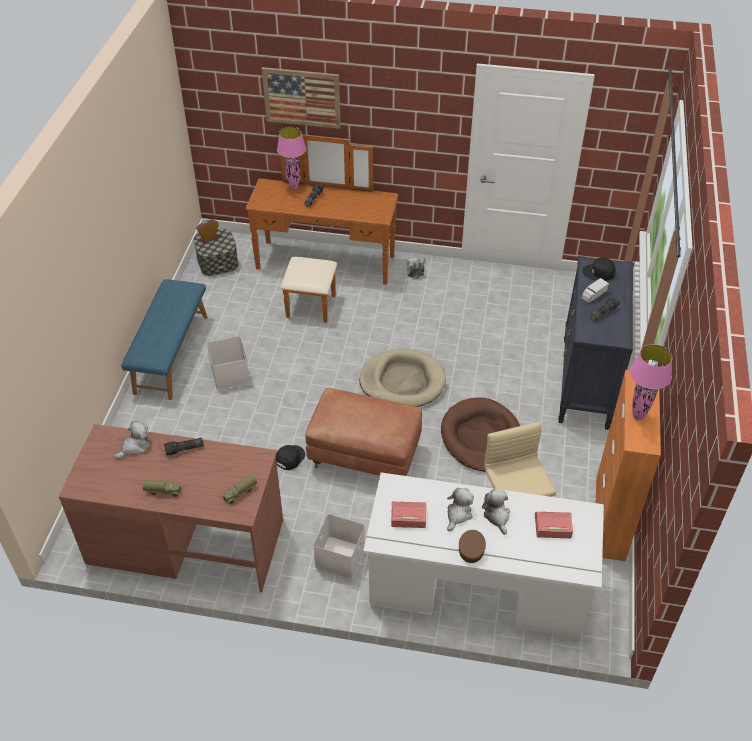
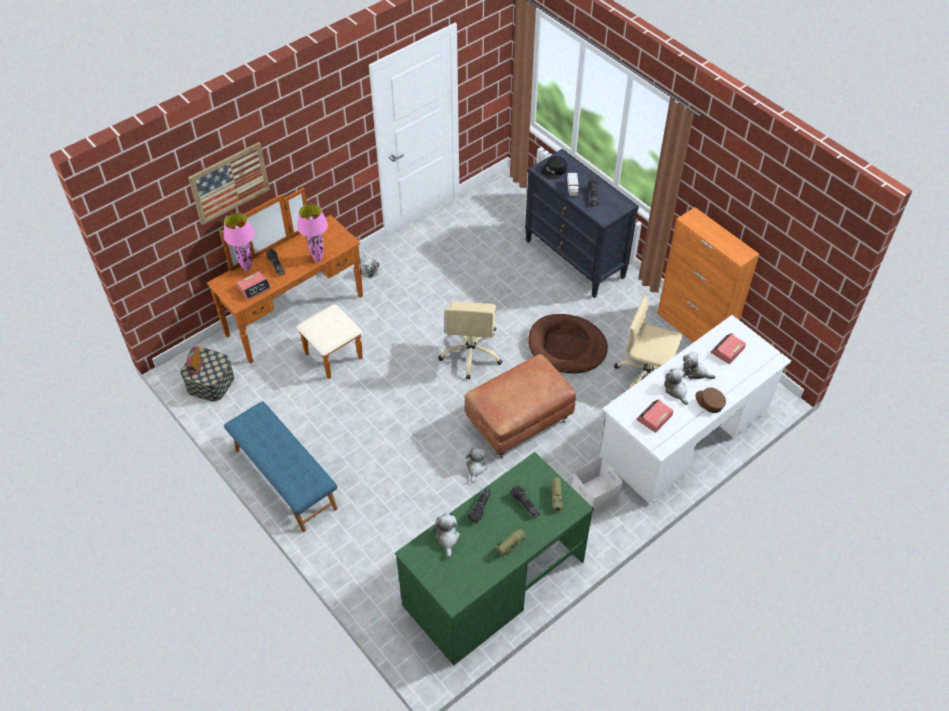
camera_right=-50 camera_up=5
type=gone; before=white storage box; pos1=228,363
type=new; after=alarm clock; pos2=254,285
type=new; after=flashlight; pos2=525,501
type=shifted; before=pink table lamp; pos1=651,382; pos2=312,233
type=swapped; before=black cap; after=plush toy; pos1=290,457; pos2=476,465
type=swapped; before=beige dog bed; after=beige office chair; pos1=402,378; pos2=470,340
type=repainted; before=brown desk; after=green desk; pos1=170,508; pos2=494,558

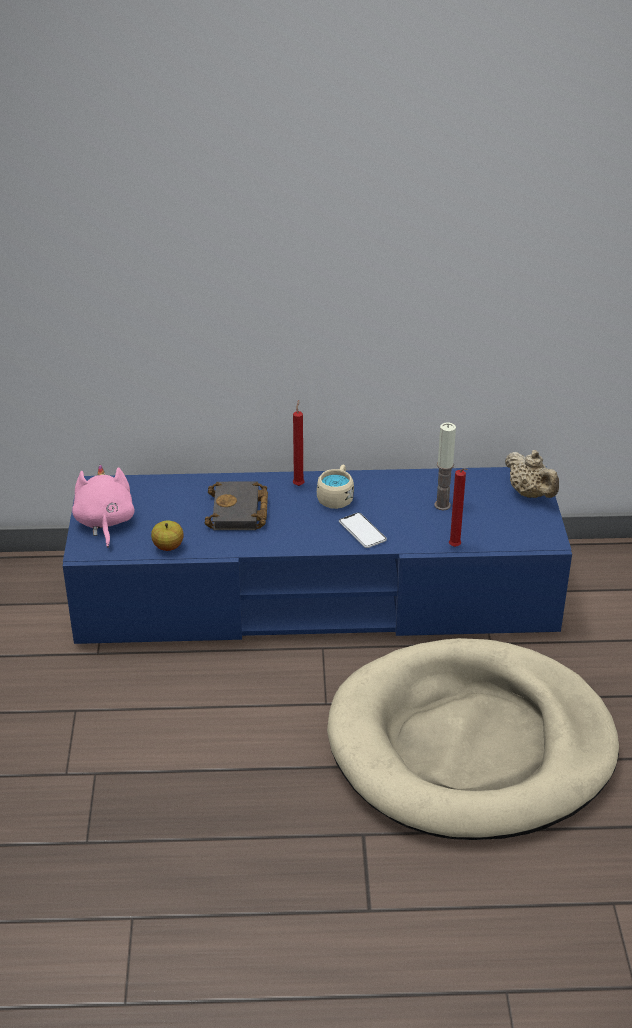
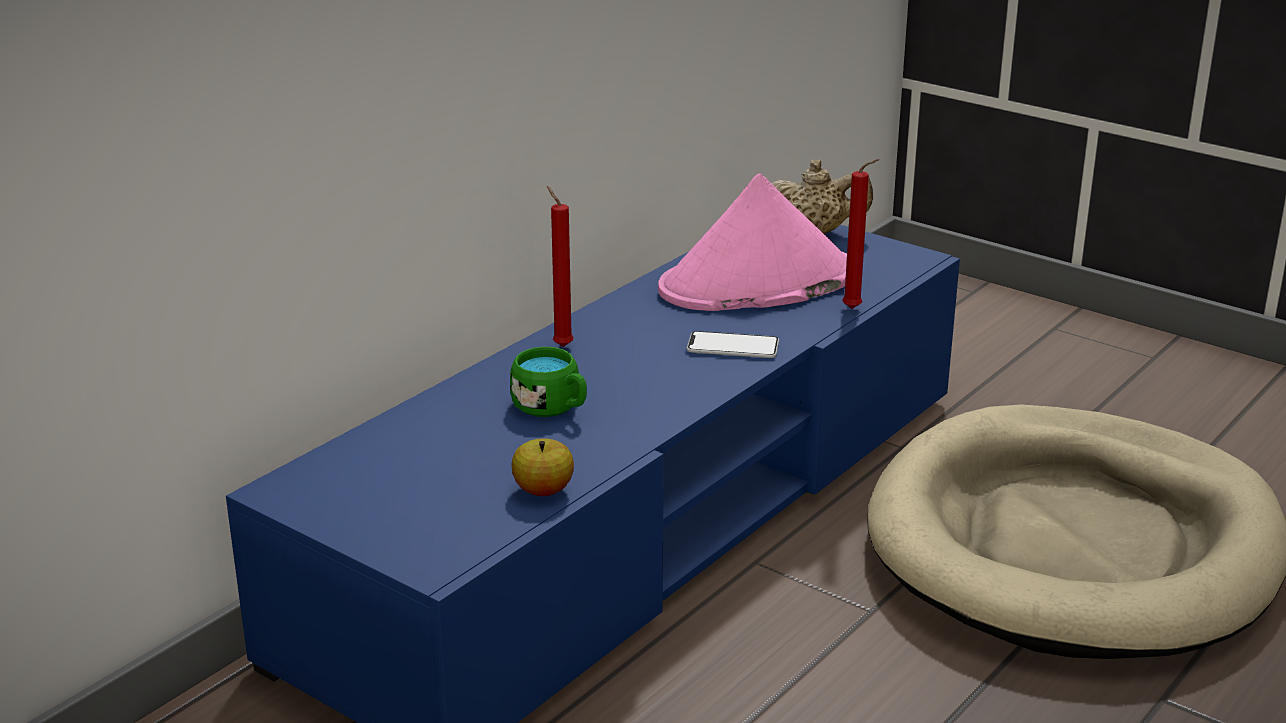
camera_right=-50 camera_up=-10
type=gone; before=pink plush toy; pos1=103,506
type=gone; before=beige mug; pos1=335,487
type=swapped; before=black book; after=green mug; pos1=236,506; pos2=548,382
type=swapped; before=candle; after=pink hat; pos1=445,466; pos2=752,242

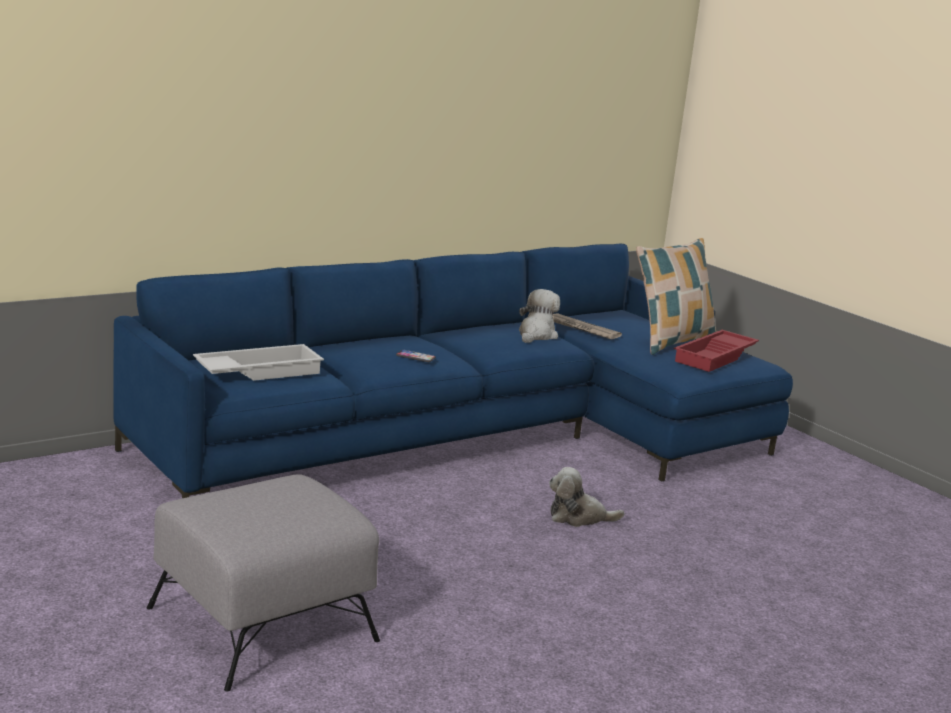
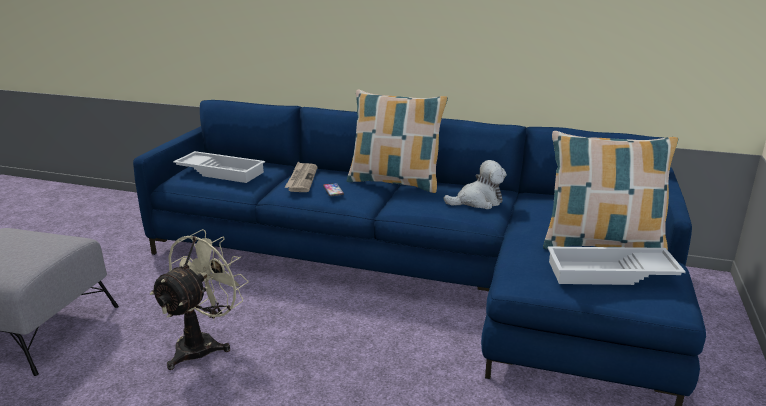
camera_right=55 camera_up=5
type=gone; before=plush toy; pos1=587,497
type=new; after=beige fan; pos2=199,299
type=new; after=pillow; pos2=397,141
type=shifted; before=newspaper; pos1=587,326; pos2=301,177
type=repainted; before=red tray; after=white tray; pos1=716,351; pos2=617,265

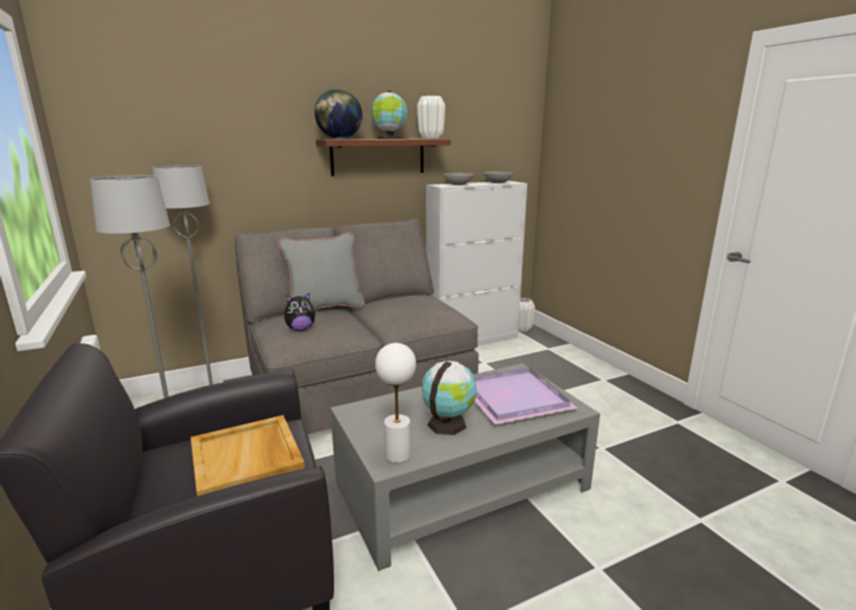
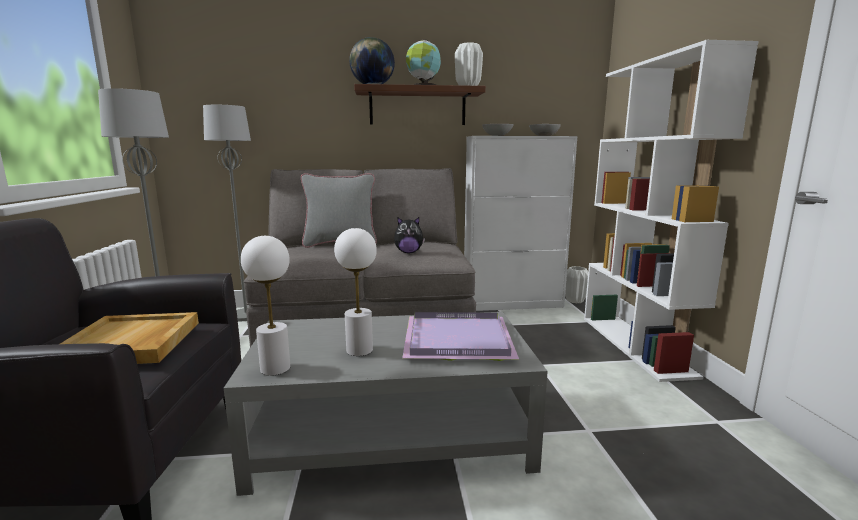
camera_right=20 camera_up=-5
type=new; after=white bookcase; pos2=671,211
type=shifted; before=plush toy; pos1=300,312; pos2=409,235
type=swapped; before=globe; after=white table lamp; pos1=449,398; pos2=355,292

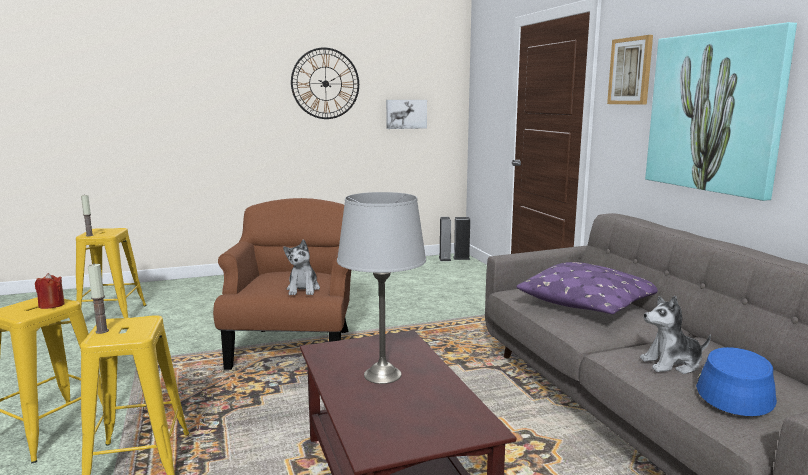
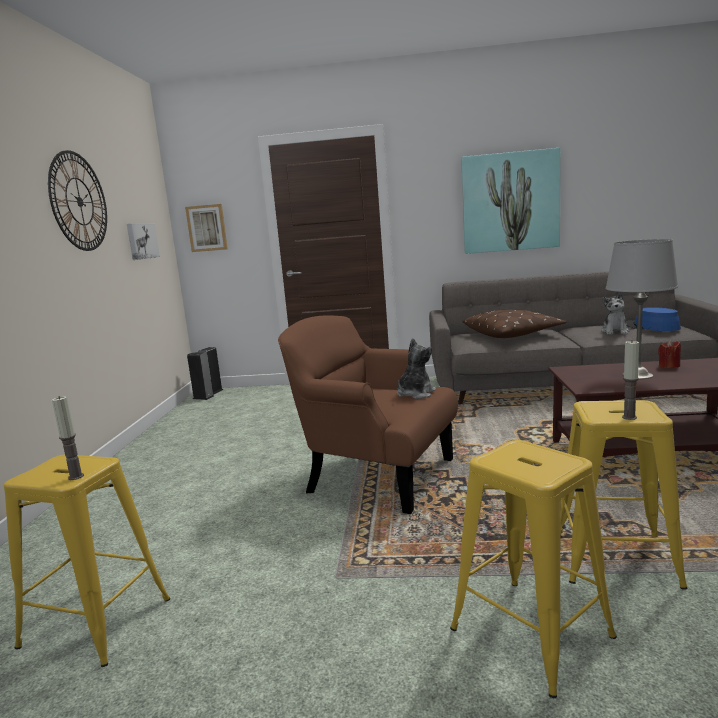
camera_right=-65 camera_up=0
type=shifted; before=red candle; pos1=50,291; pos2=669,354
type=shifted; before=picture; pos1=630,70; pos2=206,228
type=repainted; before=purple pillow; after=brown pillow; pos1=587,288; pos2=514,323
type=rotated; before=plush toy; pos1=301,267; pos2=416,368; turn=-75

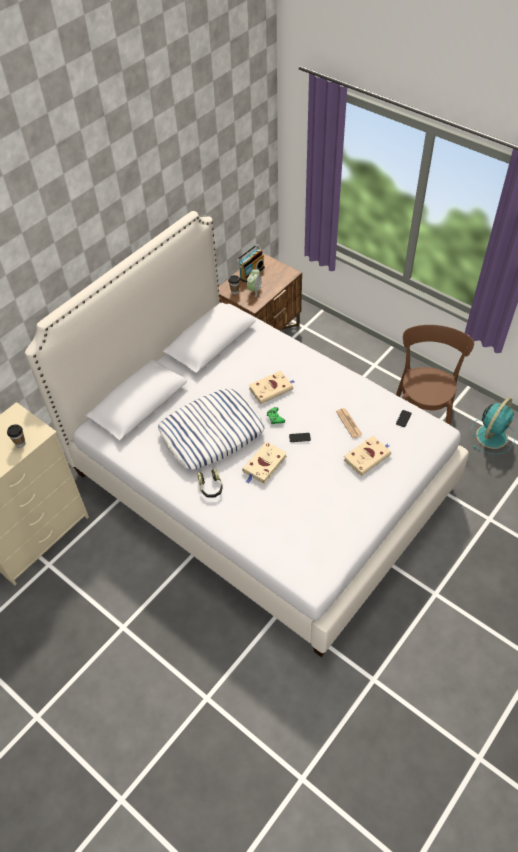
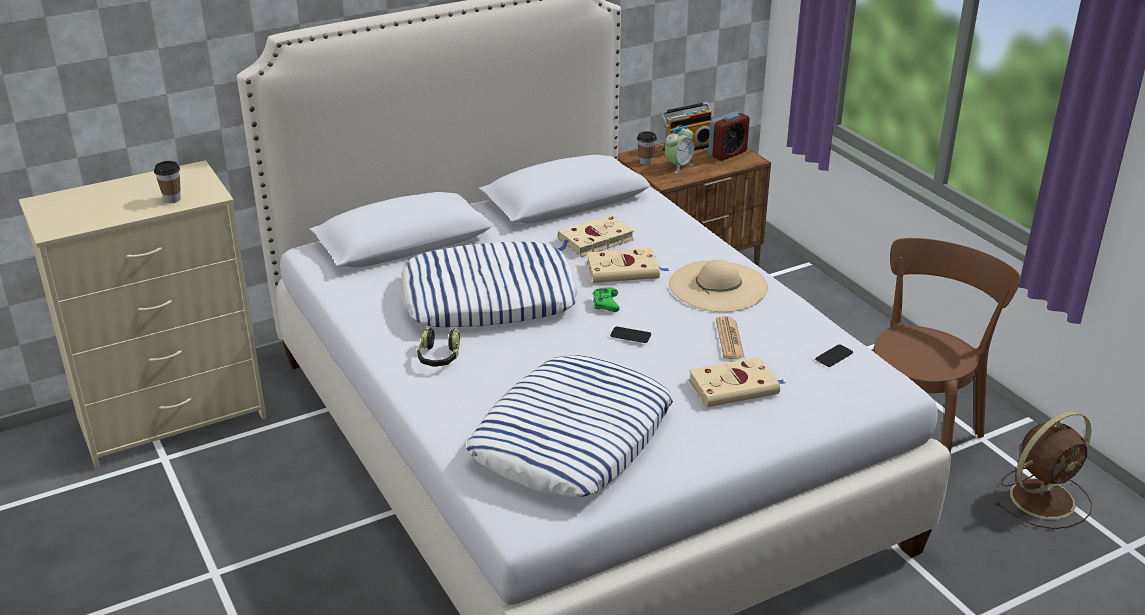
camera_right=20 camera_up=-20
type=new; after=pillow; pos2=569,426
type=new; after=beige hat; pos2=718,285
type=new; after=alarm clock; pos2=729,136
type=shifted; before=beige book; pos1=264,463; pos2=596,236
type=repainted; before=turquoise fan; after=brown fan; pos1=493,426; pos2=1043,470

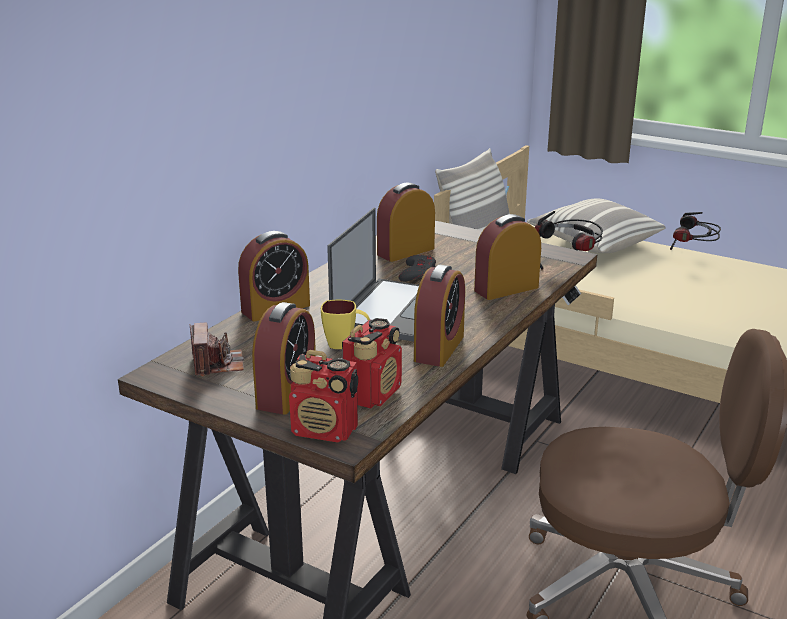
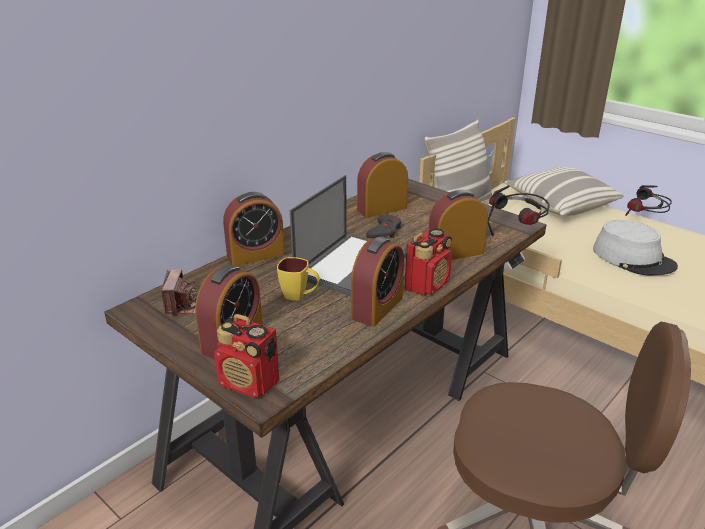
camera_right=10 camera_up=5
type=new; after=grey hat; pos2=635,247
type=shifted; before=radio; pos1=372,363; pos2=428,262

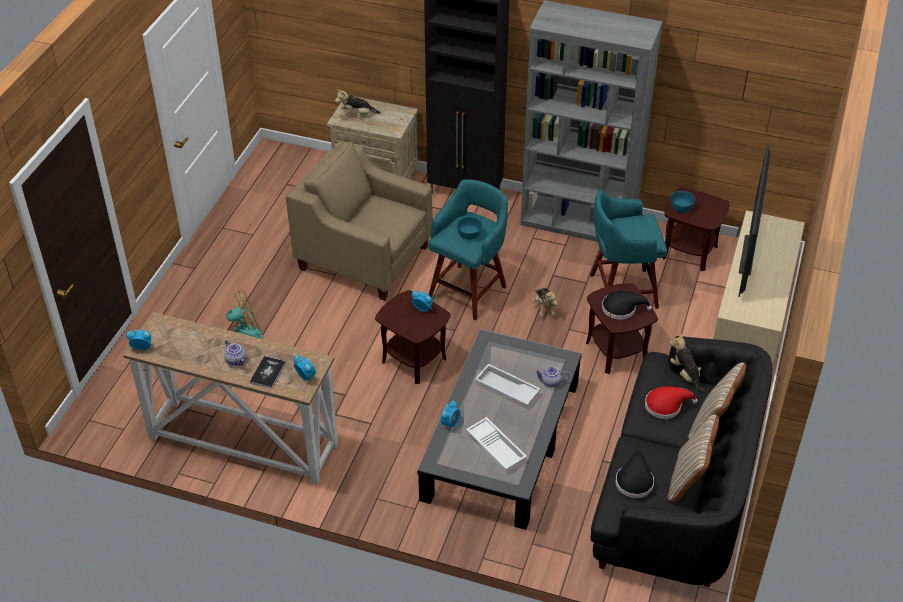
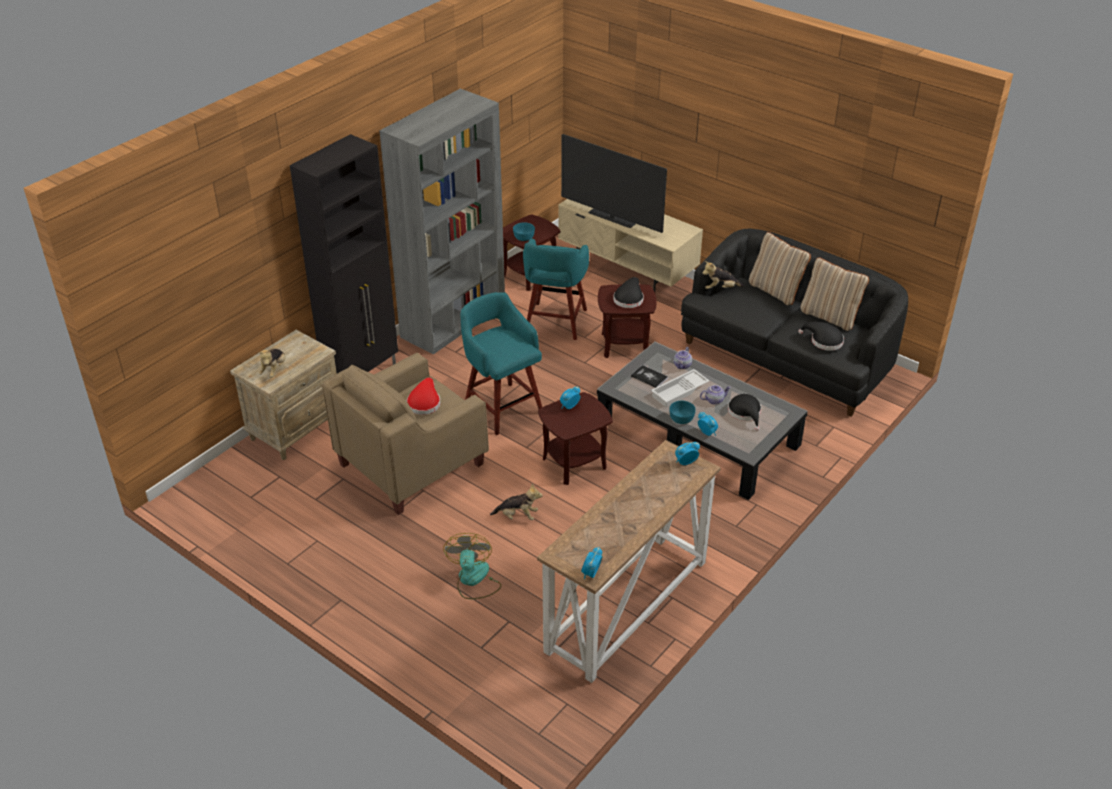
camera_right=-70 camera_up=-5
type=shifted; before=teapot; pos1=235,353; pos2=715,395
type=shifted; before=book; pos1=268,372; pos2=649,376
type=shifted; before=turquoise bowl; pos1=469,228; pos2=682,412
type=shifted; before=plush toy; pos1=544,302; pos2=516,501
type=shifted; before=red hat; pos1=671,403; pos2=423,396
type=swapped; before=white tray; after=black hat; pos1=496,445; pos2=744,412

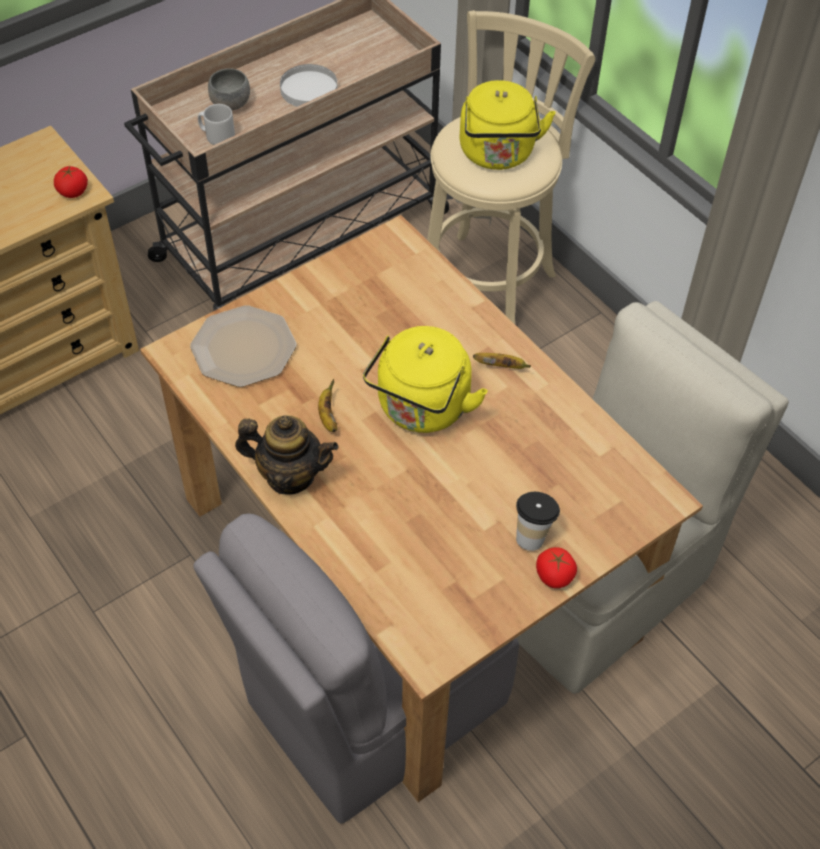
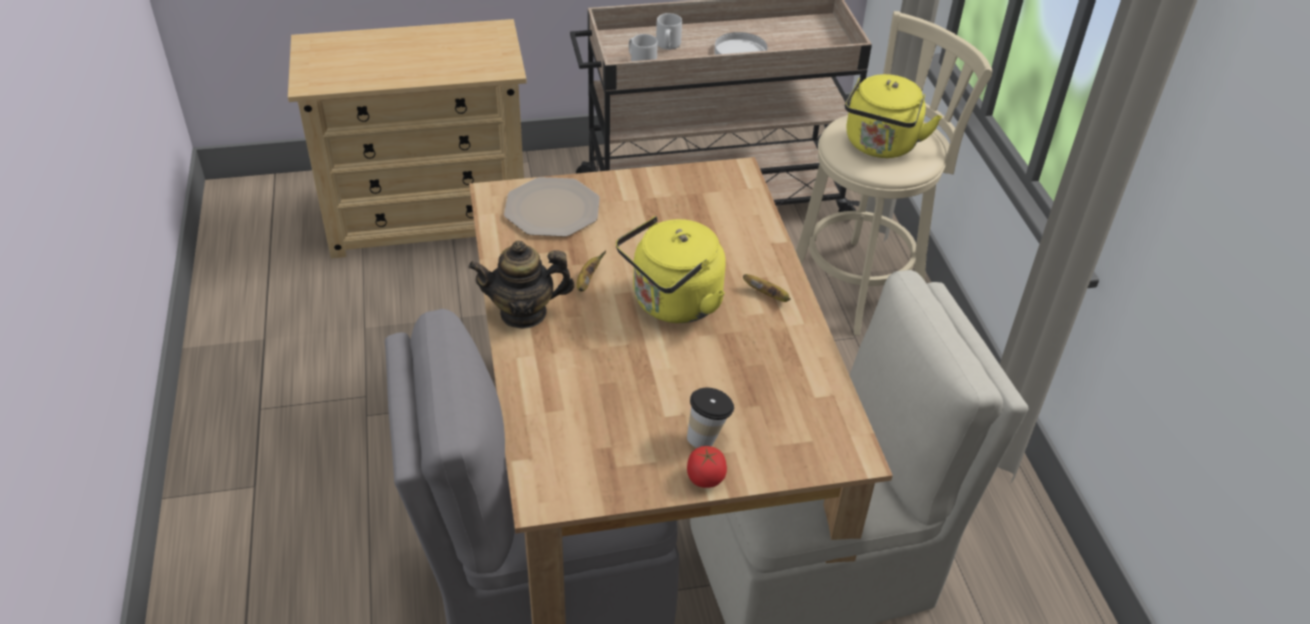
camera_right=25 camera_up=-10
type=gone; before=tomato; pos1=71,182
type=swapped; before=grey bowl; after=grey mug; pos1=229,89; pos2=669,31
type=rotated; before=teapot; pos1=287,455; pos2=521,285; turn=135

